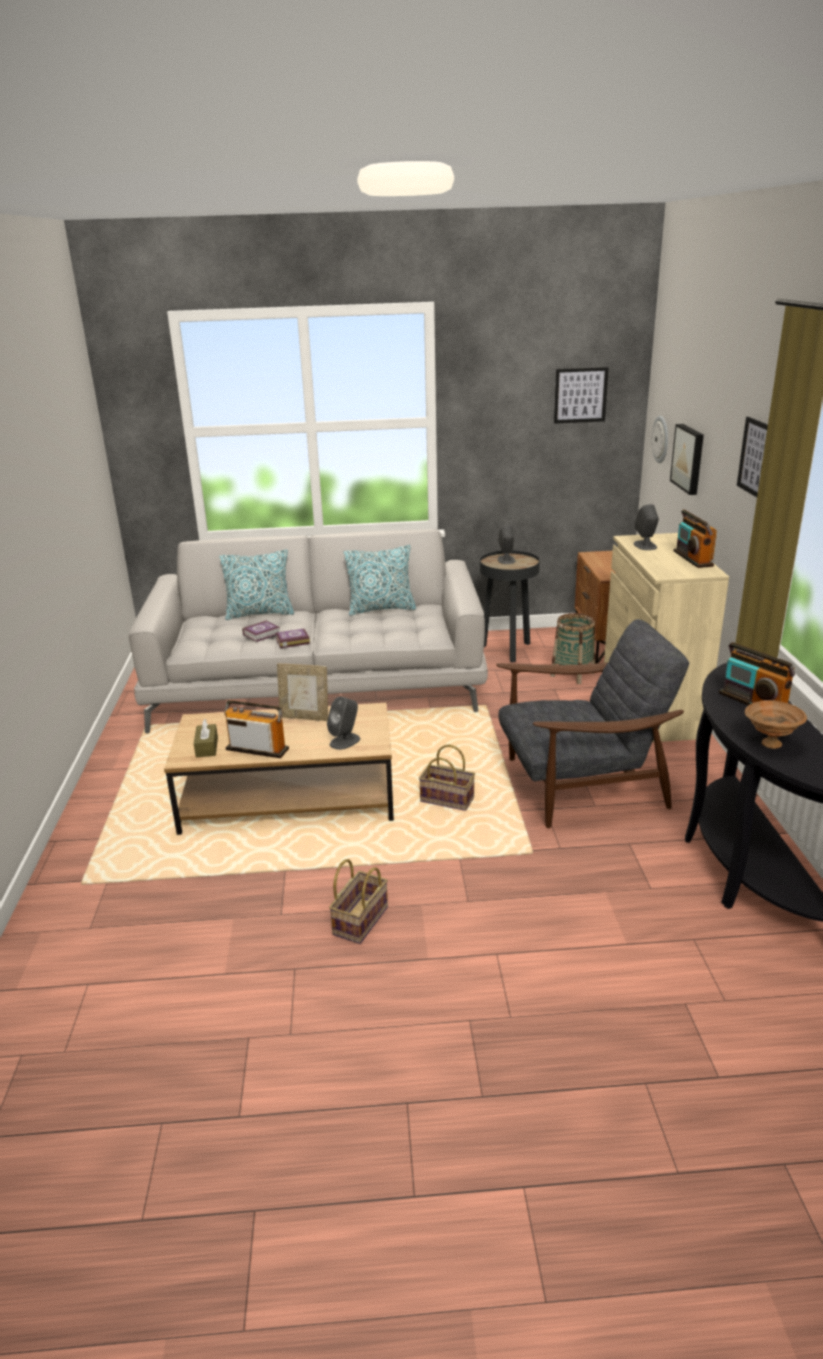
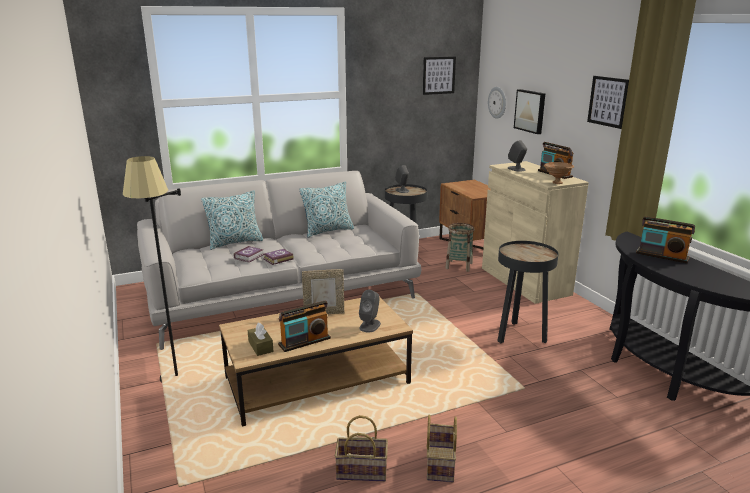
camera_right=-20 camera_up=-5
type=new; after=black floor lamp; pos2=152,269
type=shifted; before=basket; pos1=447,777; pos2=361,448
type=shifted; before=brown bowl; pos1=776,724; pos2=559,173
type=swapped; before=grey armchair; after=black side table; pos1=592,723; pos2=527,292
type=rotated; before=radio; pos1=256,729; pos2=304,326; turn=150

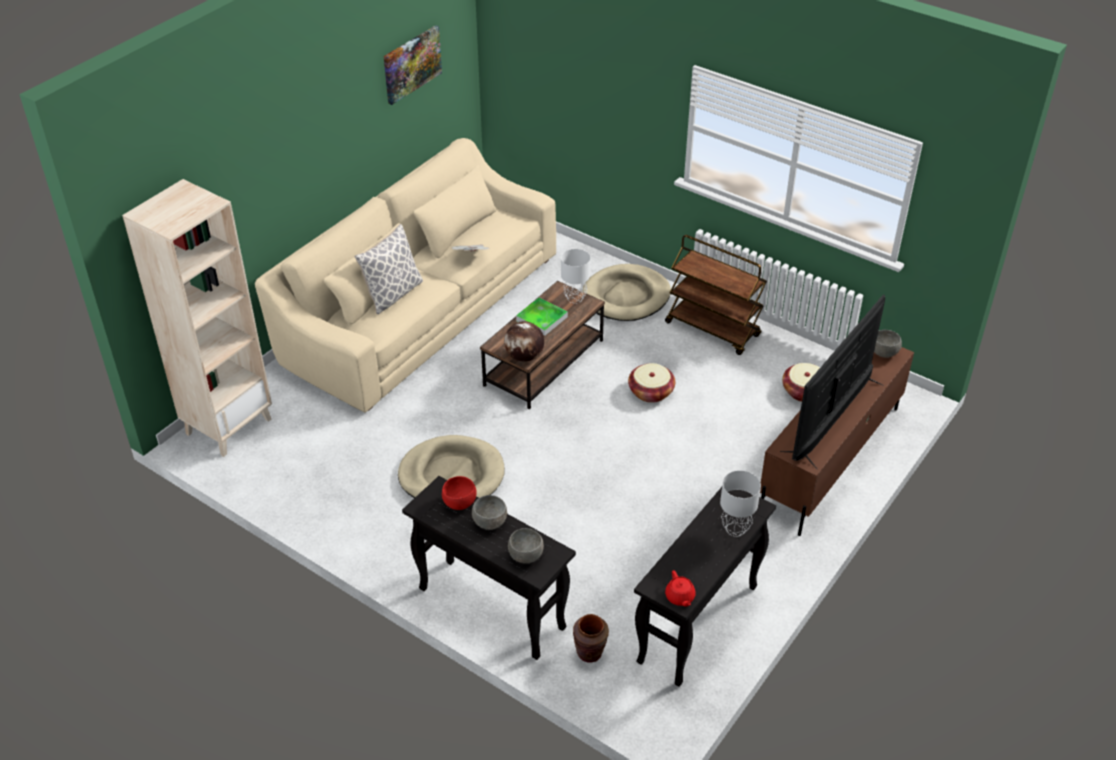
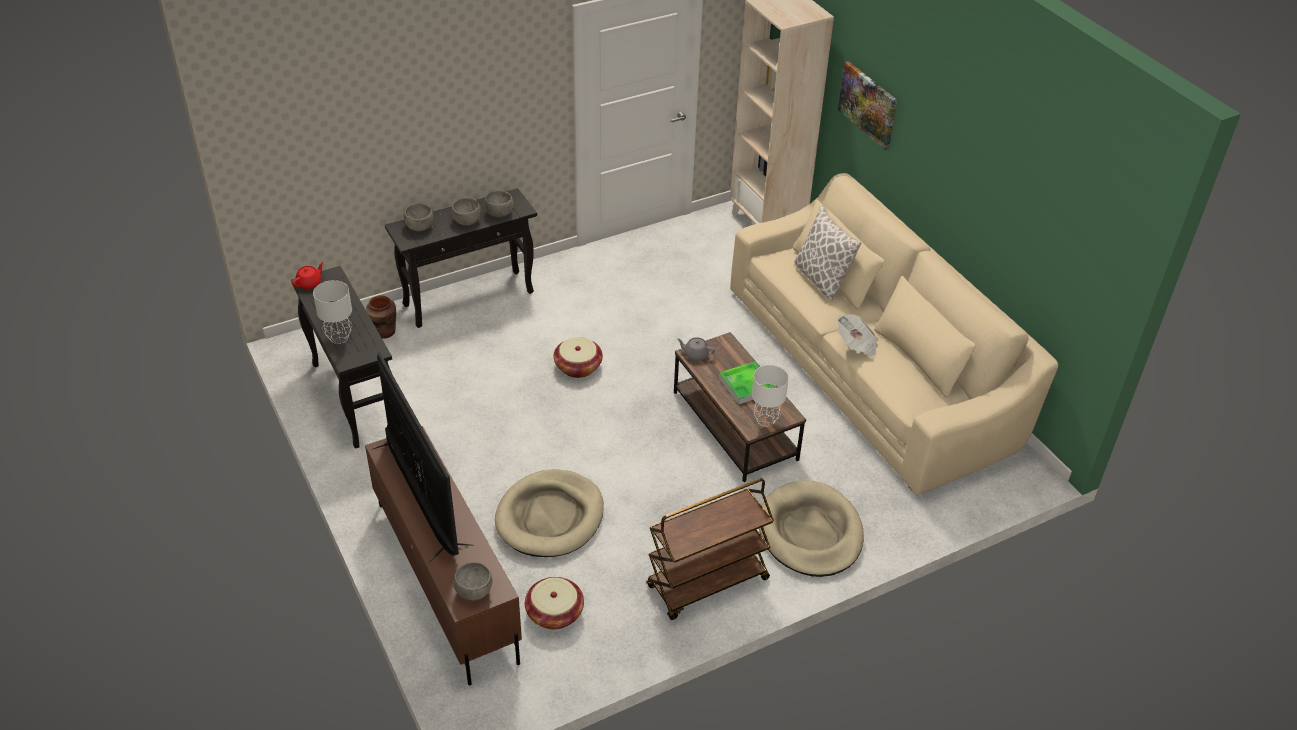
camera_right=115 camera_up=0
type=shifted; before=picture; pos1=413,65; pos2=867,105
type=shifted; before=beige dog bed; pos1=451,466; pos2=549,513
type=shifted; before=basket; pos1=651,383; pos2=578,357
type=swapped; before=globe; after=grey teapot; pos1=524,341; pos2=696,349
type=repainted; before=red bowl; after=grey bowl; pos1=459,493; pos2=498,204
type=rotated; before=red teapot; pos1=680,589; pos2=308,275; turn=120

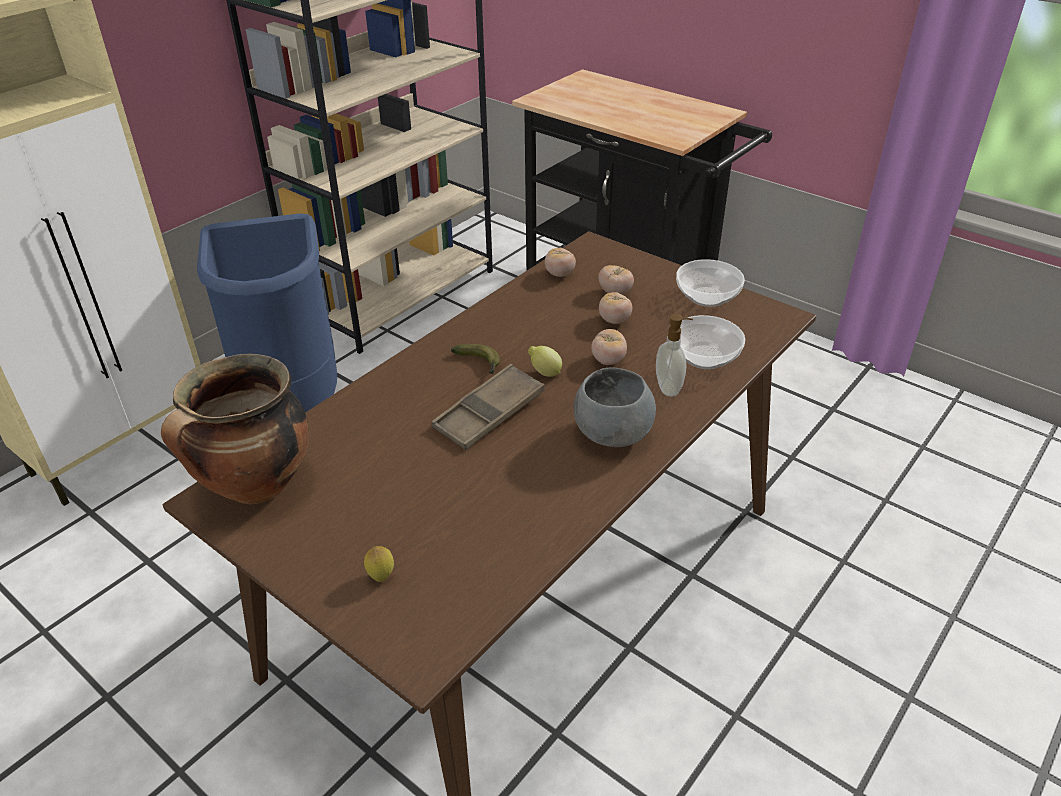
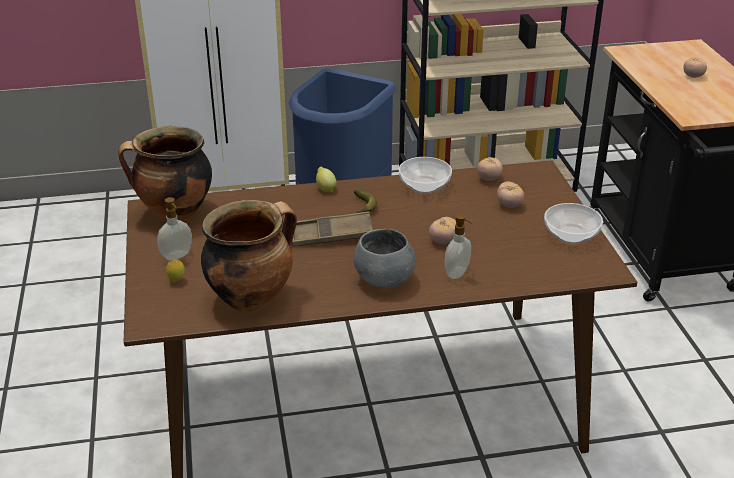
camera_right=40 camera_up=-5
type=new; after=soap dispenser; pos2=174,228
type=new; after=cooking pot; pos2=249,256
type=shifted; before=lemon; pos1=545,361; pos2=326,179
type=shifted; before=tomato; pos1=615,308; pos2=695,67
type=shifted; before=bowl; pos1=712,342; pos2=425,175

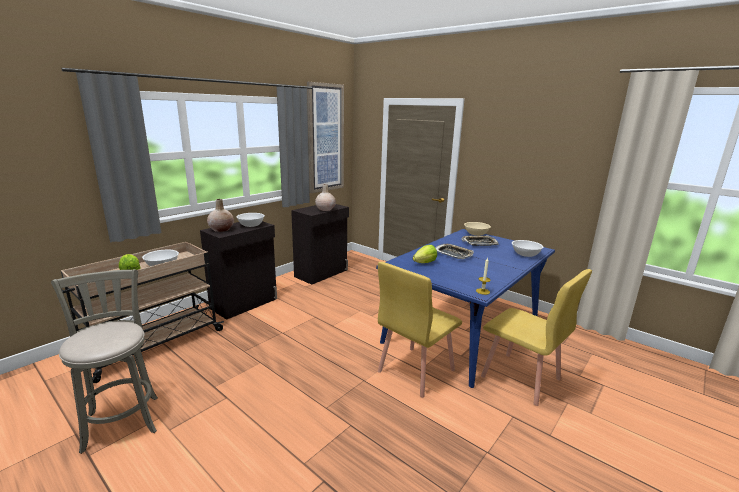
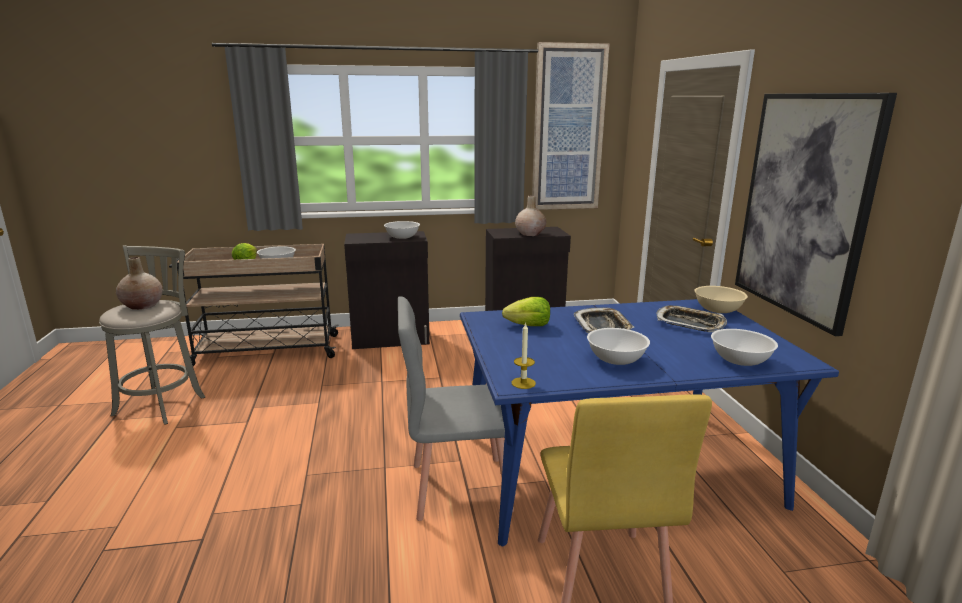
camera_right=40 camera_up=0
type=new; after=white bowl; pos2=618,346
type=new; after=picture; pos2=816,214
type=shifted; before=beige vase; pos1=220,215; pos2=139,283
type=repainted; before=yellow chair; after=grey chair; pos1=420,330; pos2=456,408

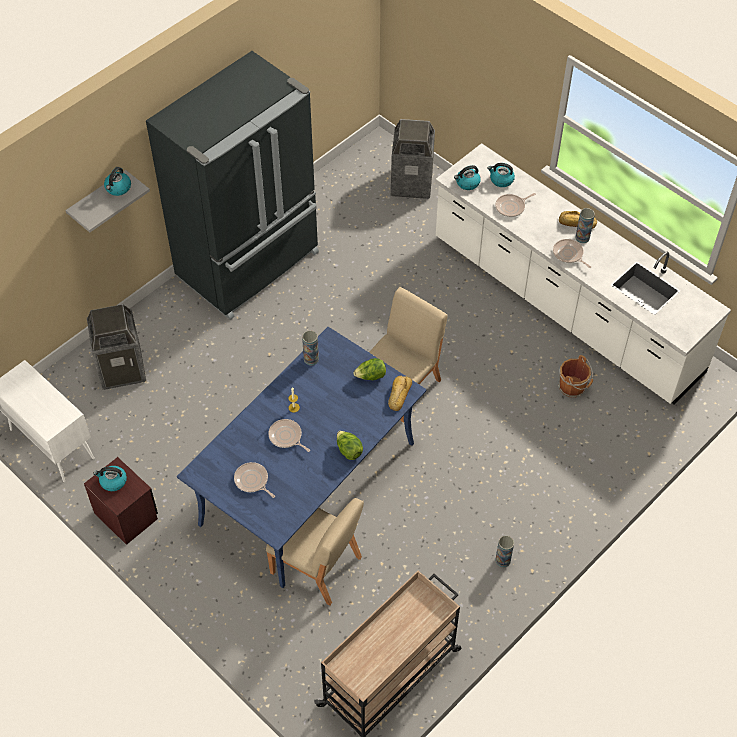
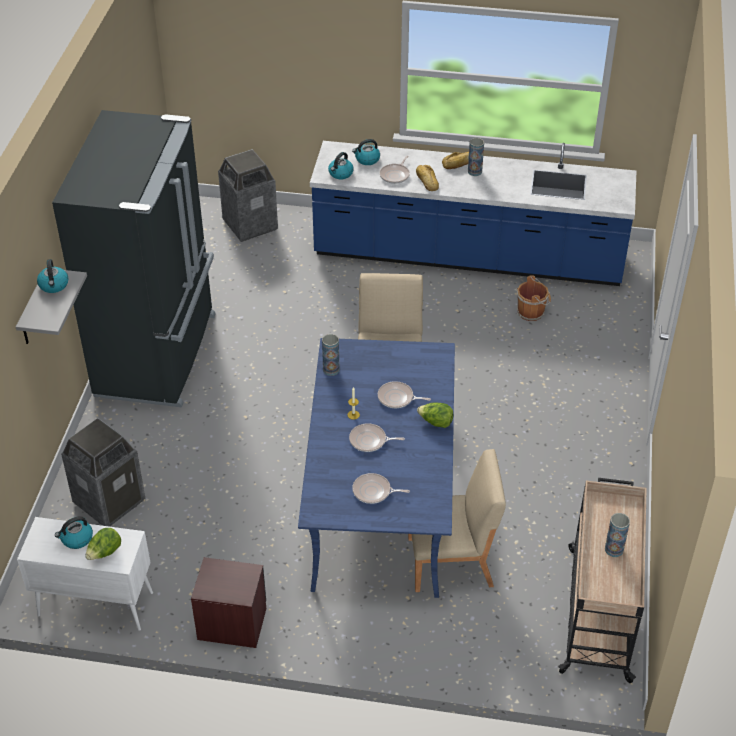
camera_right=-35 camera_up=-10
type=shifted; before=kettle; pos1=110,478; pos2=74,532
type=shifted; before=lettuce; pos1=369,369; pos2=103,544
type=shifted; before=bread; pos1=400,393; pos2=427,178
type=shifted; before=vase; pos1=504,551; pos2=617,535
type=shifted; before=frying pan; pos1=572,253; pos2=404,394
type=repainted; before=white counter; after=blue counter; pos1=583,273; pos2=473,213

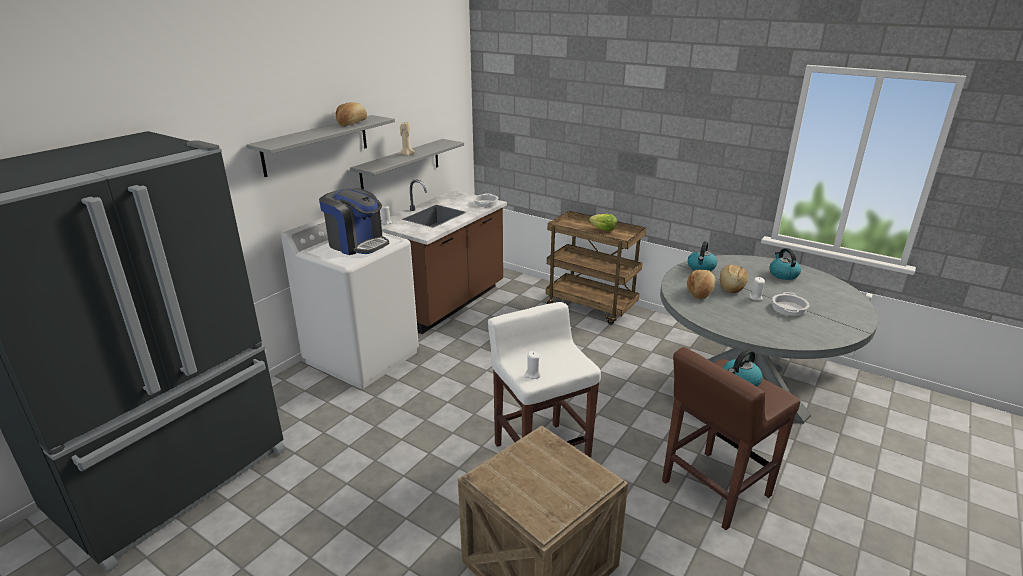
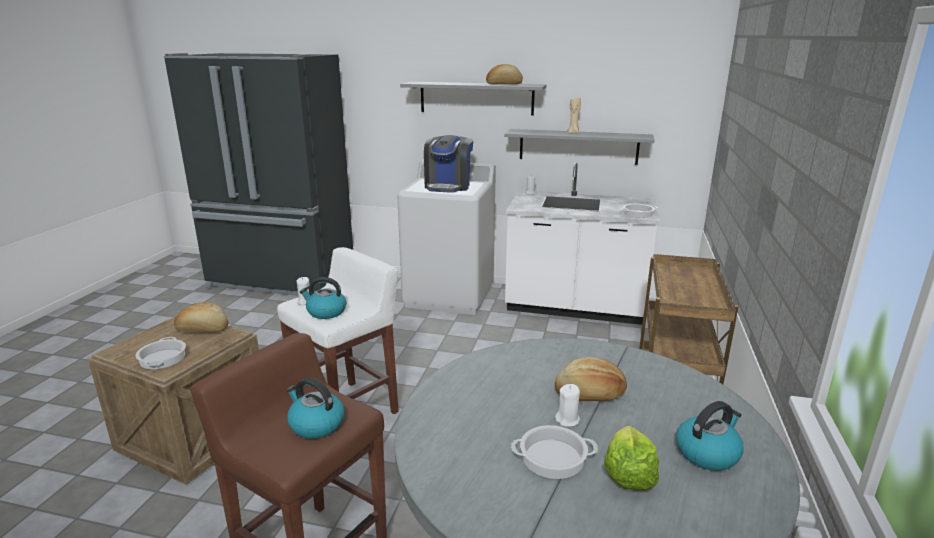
camera_right=70 camera_up=-5
type=new; after=cooking pot; pos2=160,353
type=shifted; before=lettuce; pos1=603,223; pos2=631,458
type=shifted; before=bread; pos1=701,284; pos2=201,317
type=shifted; before=kettle; pos1=702,256; pos2=323,298
type=repainted; before=brown counter; after=white counter; pos1=444,257; pos2=582,243

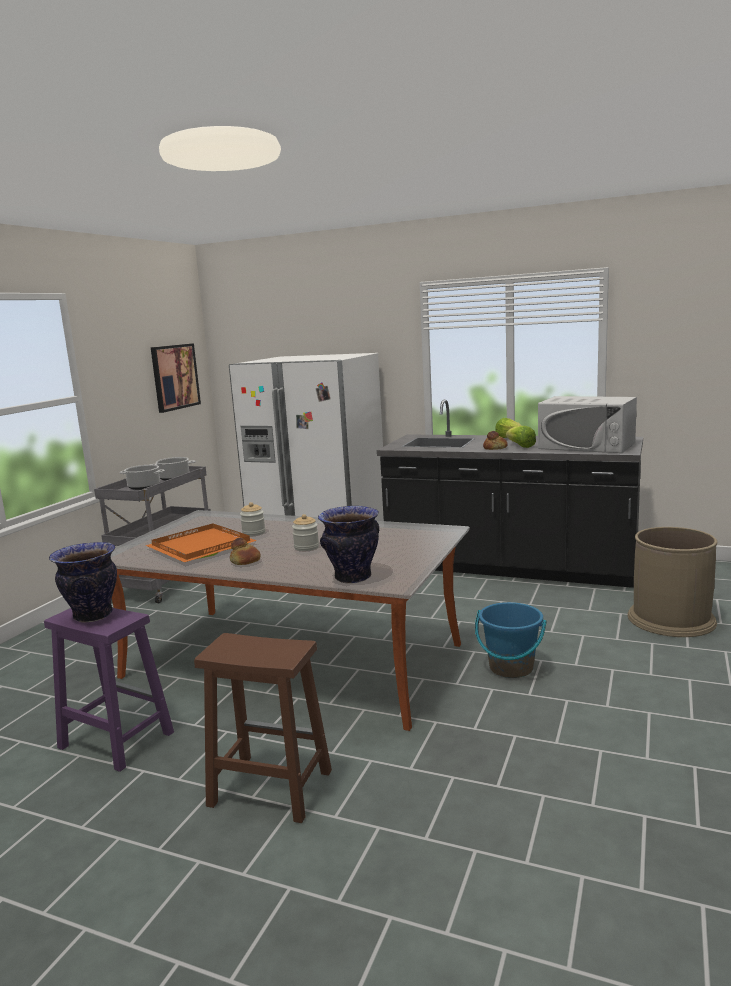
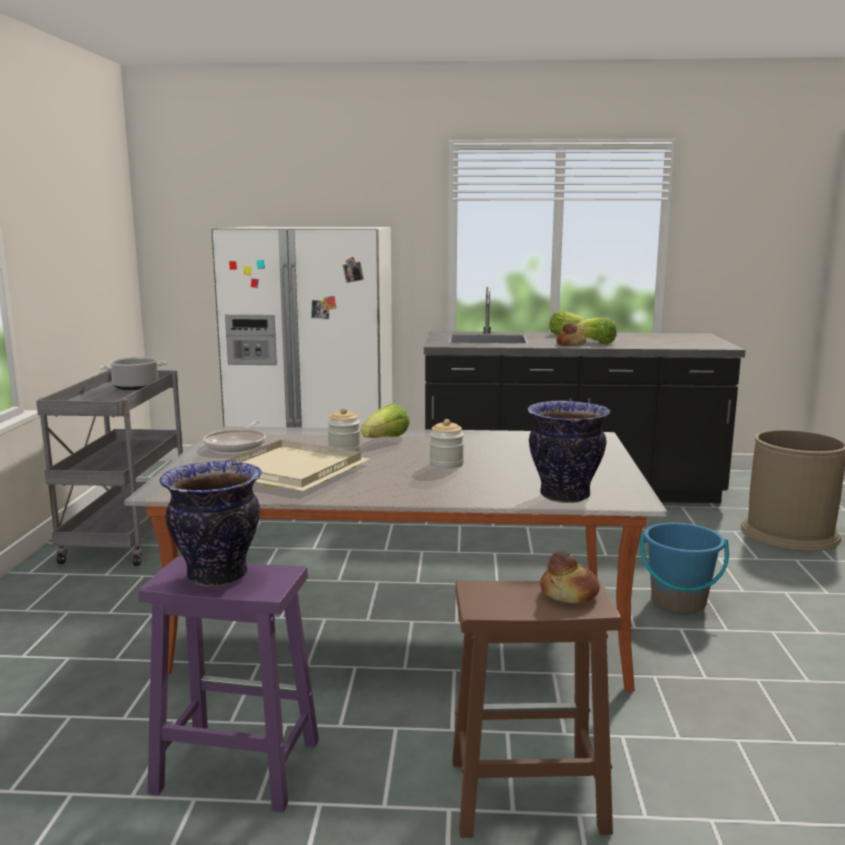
camera_right=-20 camera_up=0
type=gone; before=cooking pot; pos1=142,477
type=gone; before=picture; pos1=176,378
type=gone; before=white microwave; pos1=587,424
type=new; after=frying pan; pos2=234,436
type=new; after=lettuce; pos2=385,420
type=shifted; before=bread; pos1=245,551; pos2=570,577
type=repainted; before=orange tray; after=beige tray; pos1=201,542; pos2=298,465

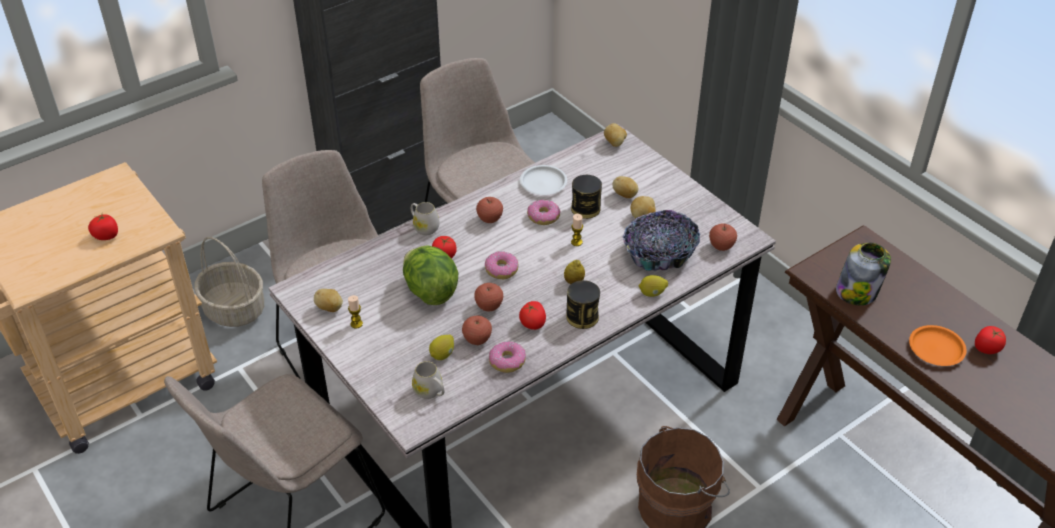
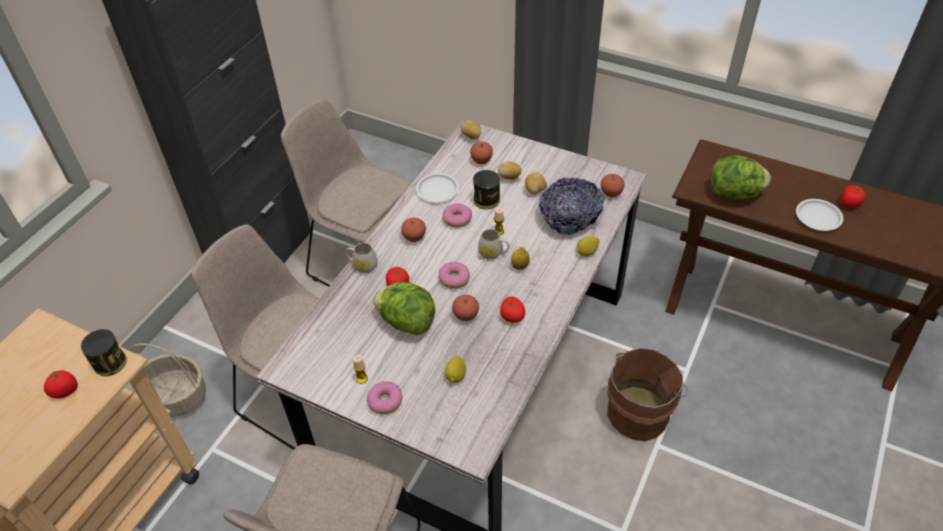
camera_right=-25 camera_up=5
type=gone; before=potato; pos1=328,300
type=shifted; before=white mug; pos1=428,380; pos2=493,244
type=shifted; before=apple; pos1=477,330; pos2=481,153
type=shifted; before=donut; pos1=507,357; pos2=384,397
type=shifted; before=can; pos1=583,304; pos2=104,352
type=swapped; before=jar; after=lettuce; pos1=863,274; pos2=740,177
type=repainted; before=orange plate; after=white plate; pos1=938,345; pos2=819,215

